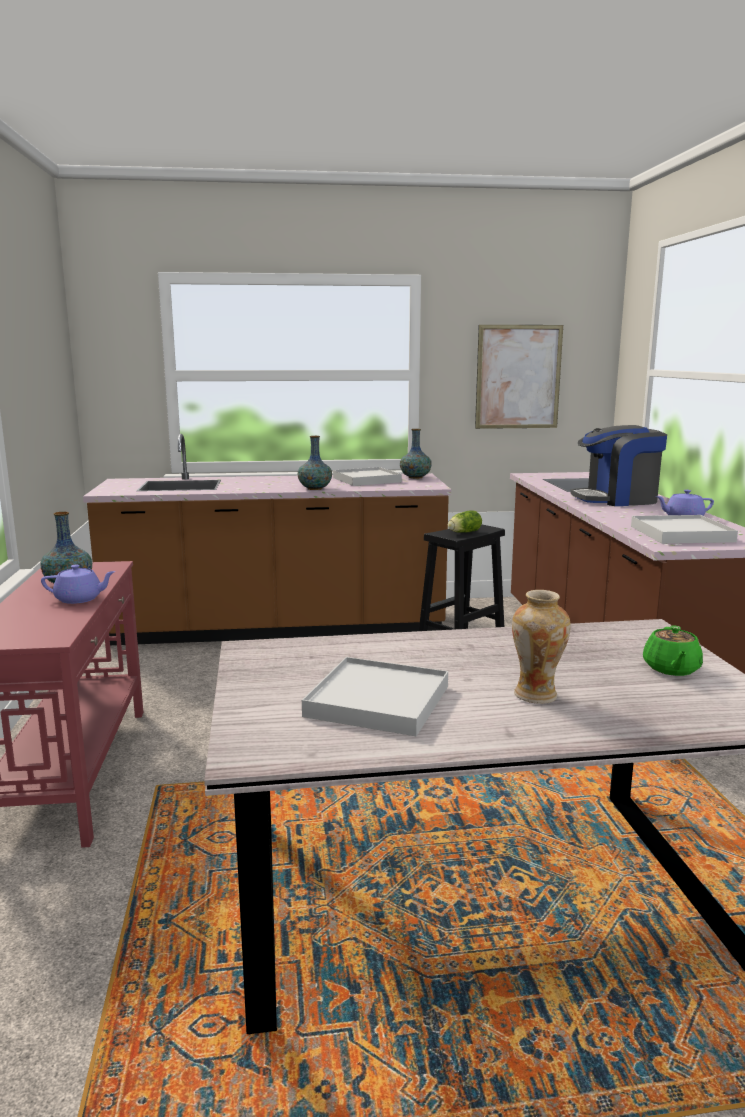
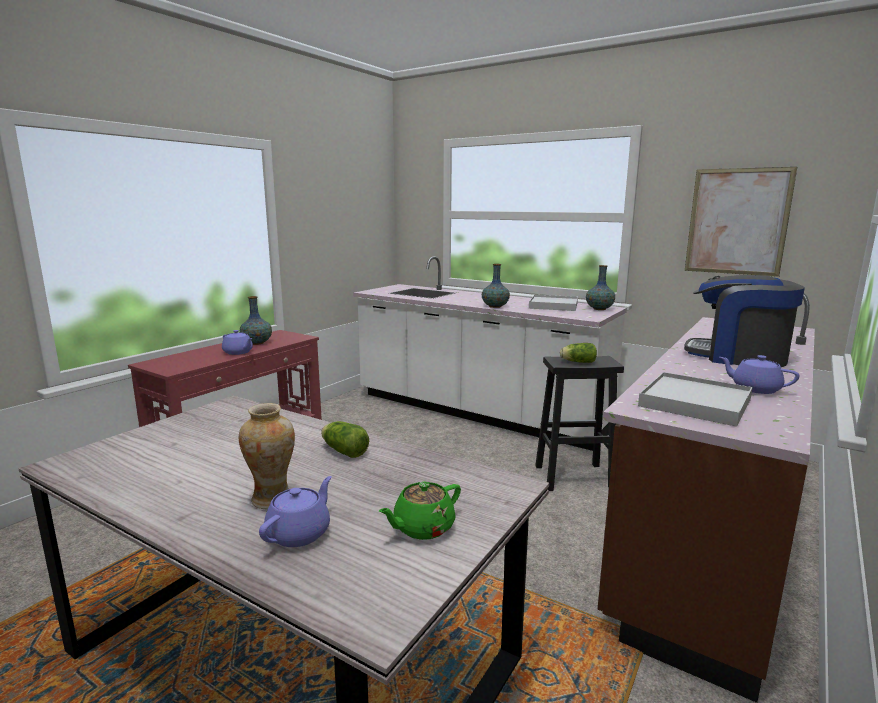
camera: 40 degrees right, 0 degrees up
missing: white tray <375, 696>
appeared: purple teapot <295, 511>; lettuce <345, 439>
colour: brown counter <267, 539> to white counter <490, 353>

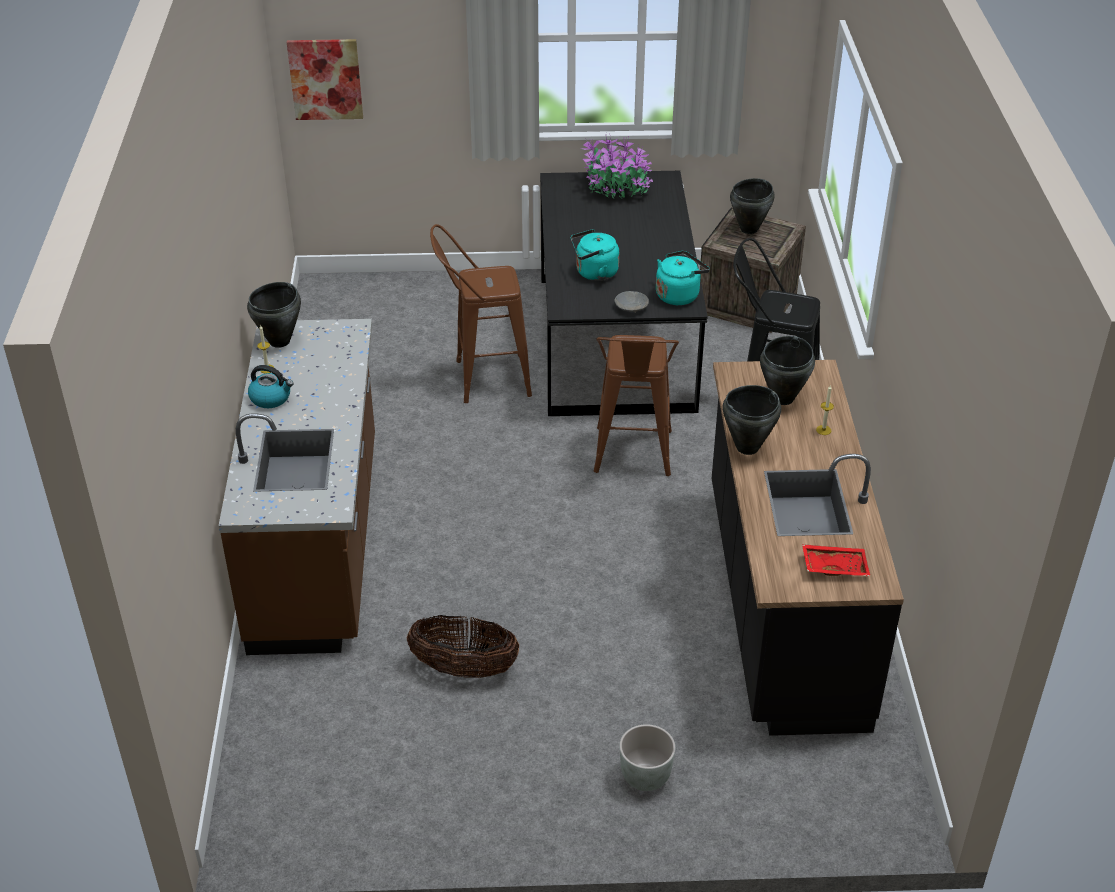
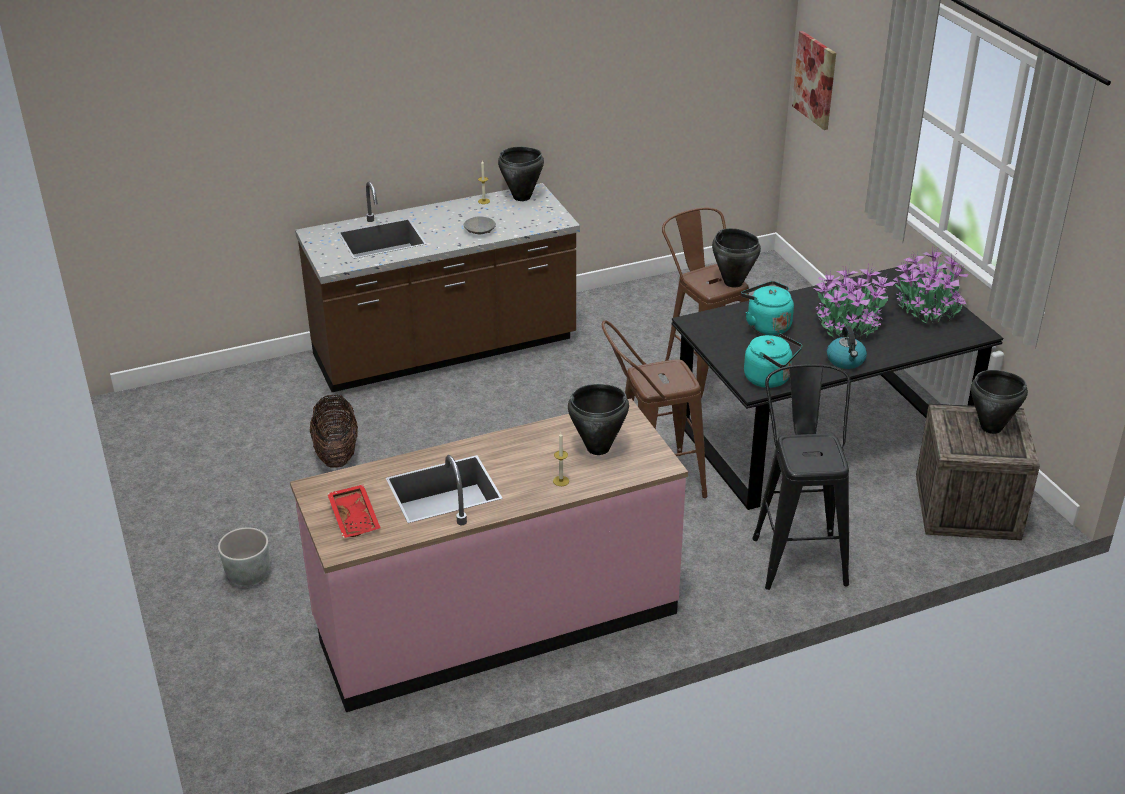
camera: 70 degrees right, 5 degrees down
appeared: potted plant <854, 301>
relocated: grey bowl <631, 302> to <480, 225>; black cooking pot <751, 420> to <736, 257>; kettle <270, 386> to <847, 347>
colour: black counter <808, 548> to pink counter <489, 555>

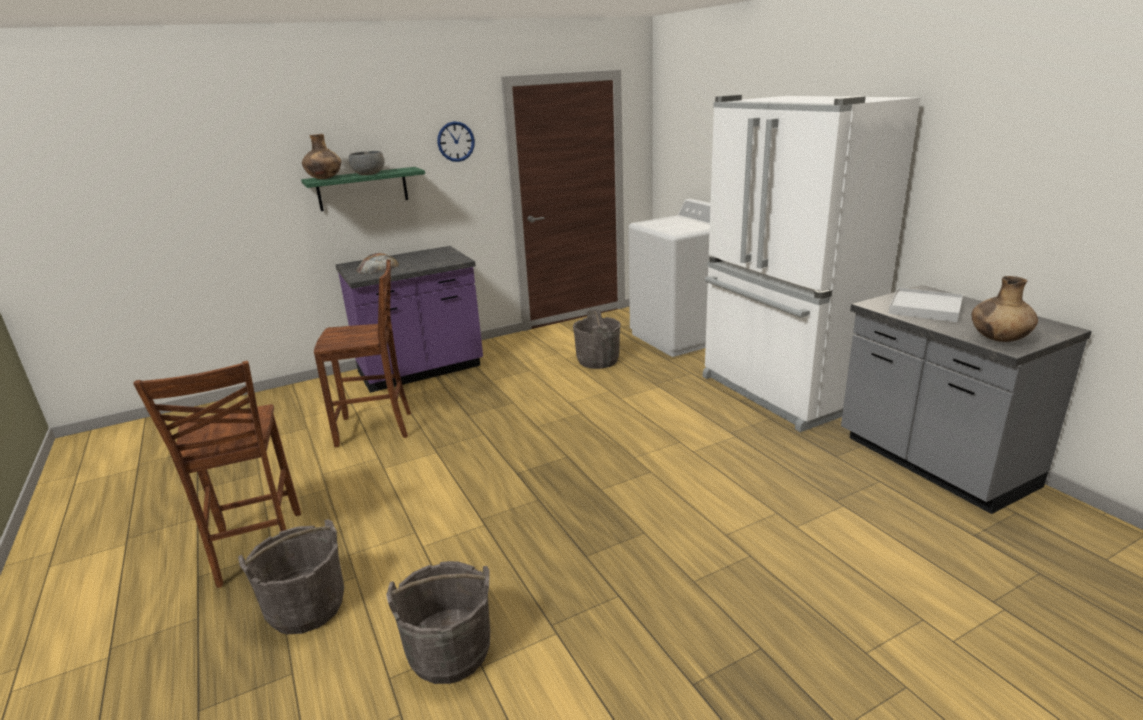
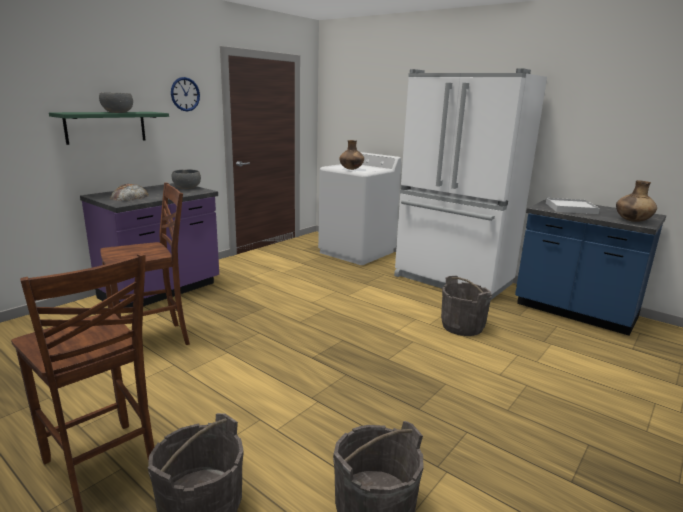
camera: 25 degrees left, 5 degrees down
appeared: grey bowl <186, 179>
relocated: brown vase <321, 156> to <351, 155>; grey bucket <597, 339> to <466, 306>
colour: grey counter <966, 399> to blue counter <590, 268>

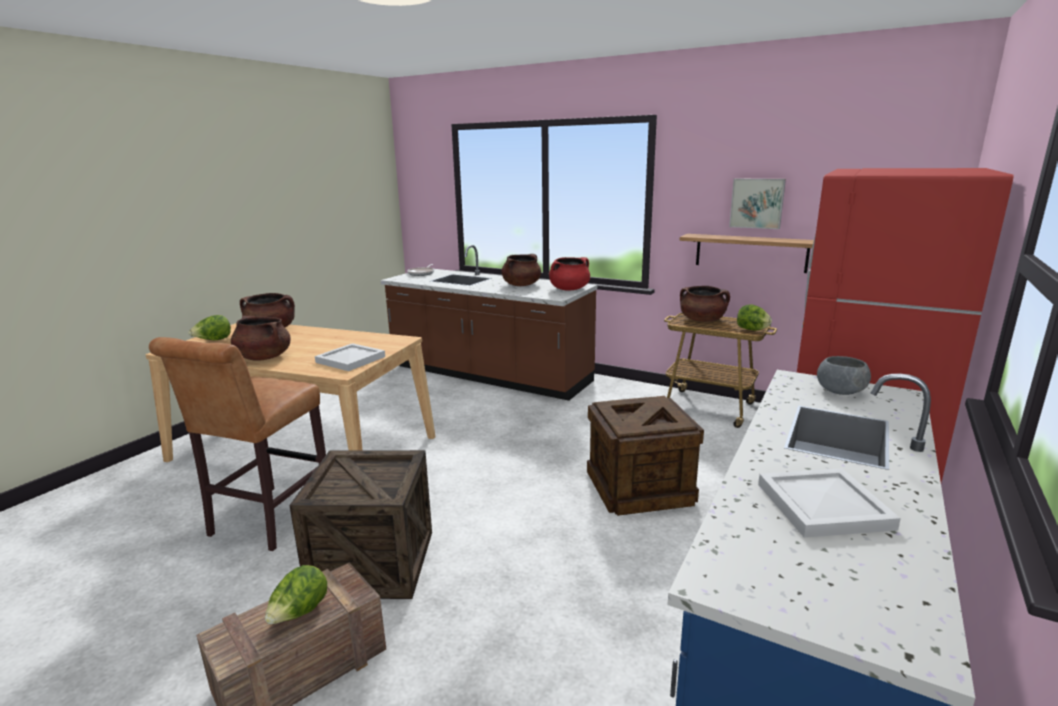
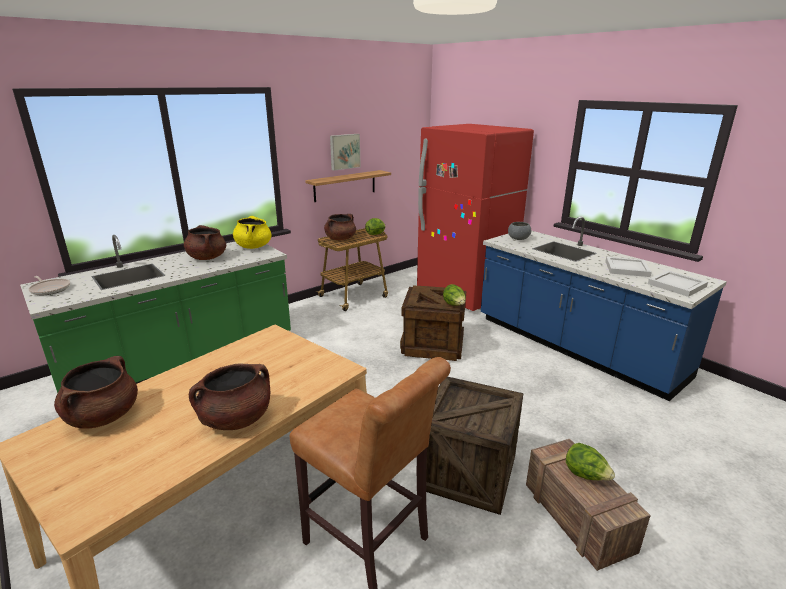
camera: 70 degrees left, 5 degrees up
relocated: lettuce <209, 327> to <454, 295>; white tray <350, 357> to <678, 284>
colour: brown counter <488, 323> to green counter <155, 314>; red cooking pot <569, 274> to yellow cooking pot <252, 232>

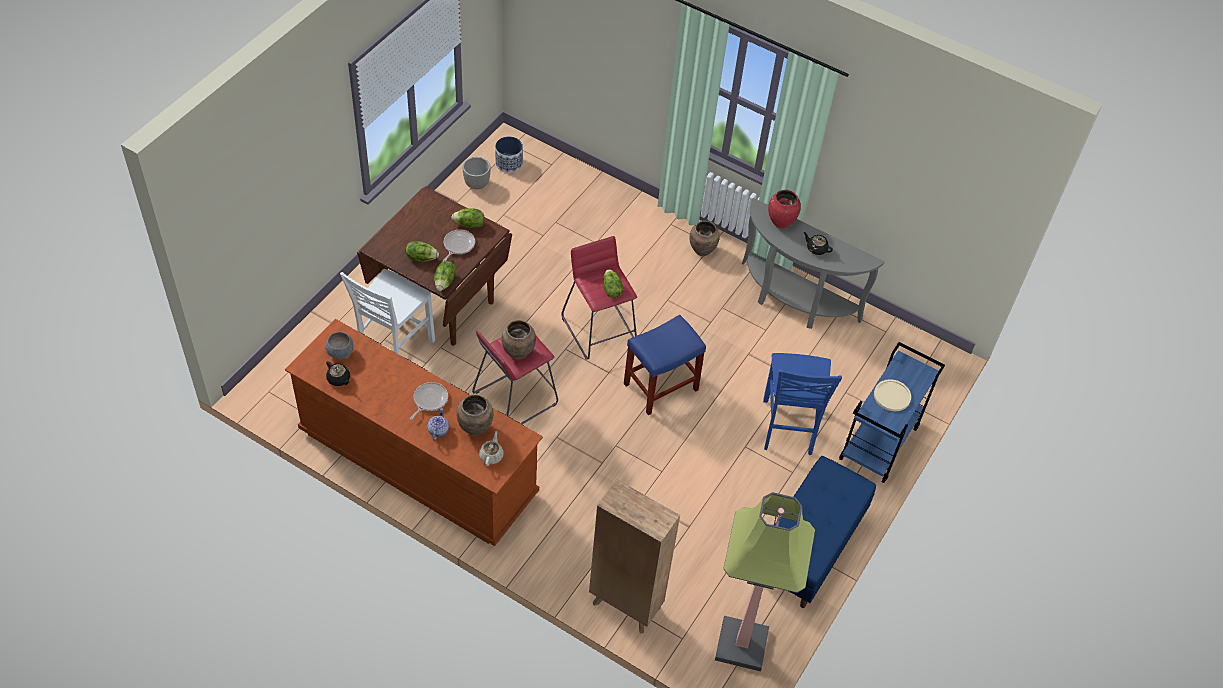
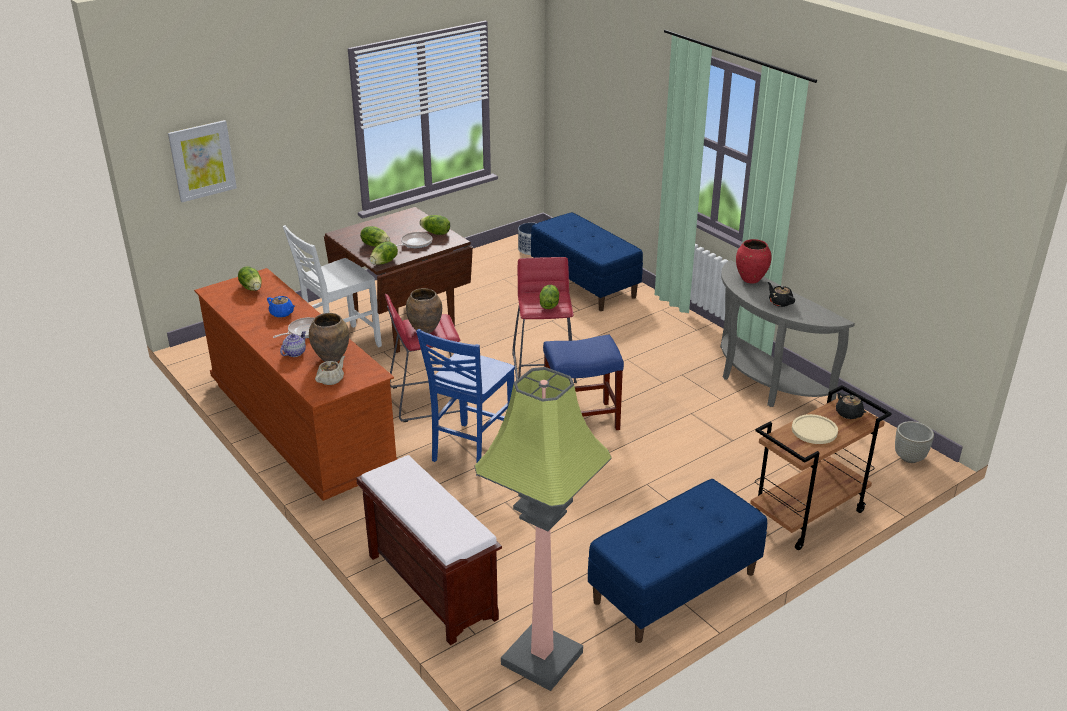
camera: 25 degrees right, 20 degrees down
missing: brown vase <704, 238>
appeared: picture <202, 161>; blue teapot <281, 307>; blue bench <587, 261>
relocated: blue chair <802, 404> to <465, 402>; black teapot <338, 373> to <851, 405>; grey planter <477, 173> to <914, 442>
exchanged: grey bowl <339, 345> to lettuce <250, 278>; brown bookcase <634, 557> to brown bench <429, 550>
colour: blue cart <892, 412> to brown cart <821, 467>

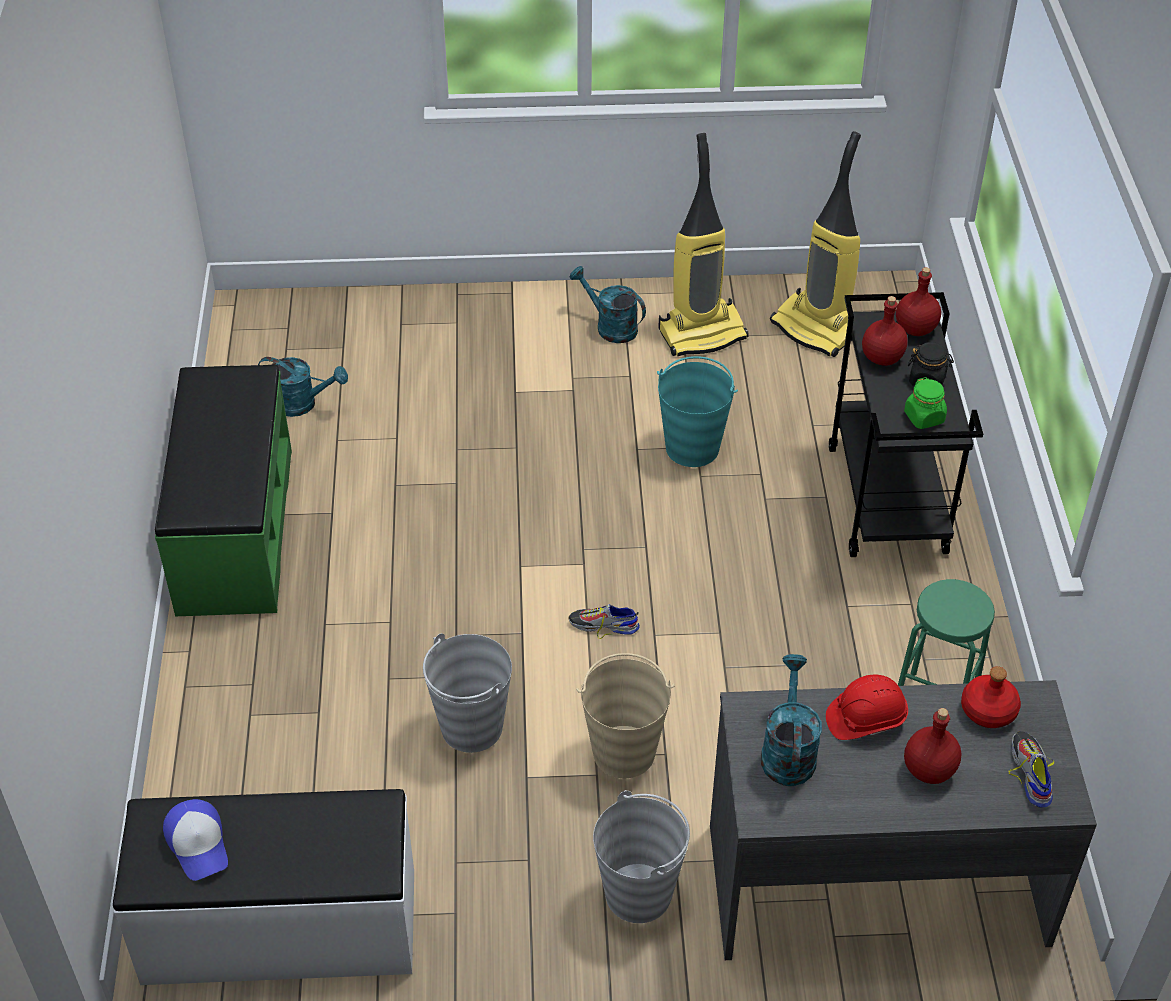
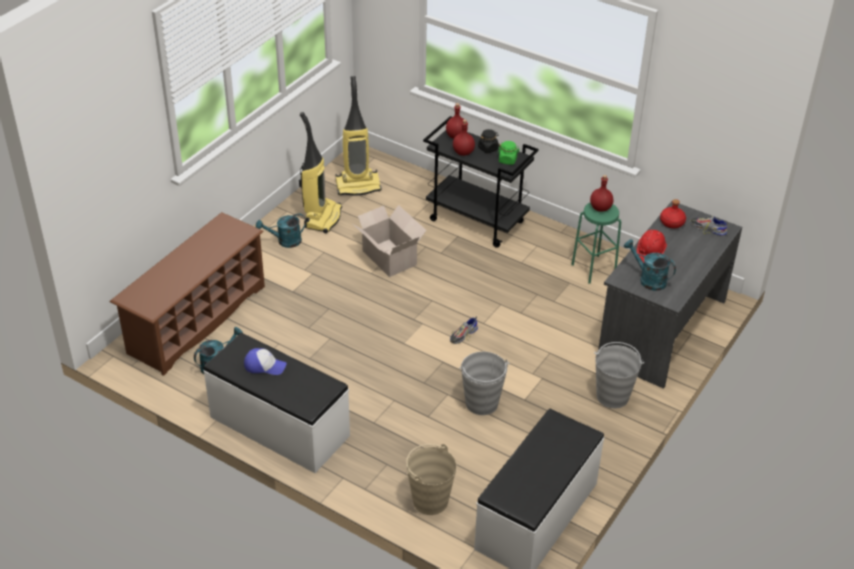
camera: 55 degrees left, 5 degrees down
appeared: brown shoe rack <187, 294>
relocated: cap <195, 840> to <265, 361>; beige bucket <625, 715> to <431, 479>; red bottle <933, 746> to <601, 193>
exchanged: turquoise bucket <697, 411> to cardboard box <389, 241>
colour: green bench <223, 490> to white bench <277, 403>

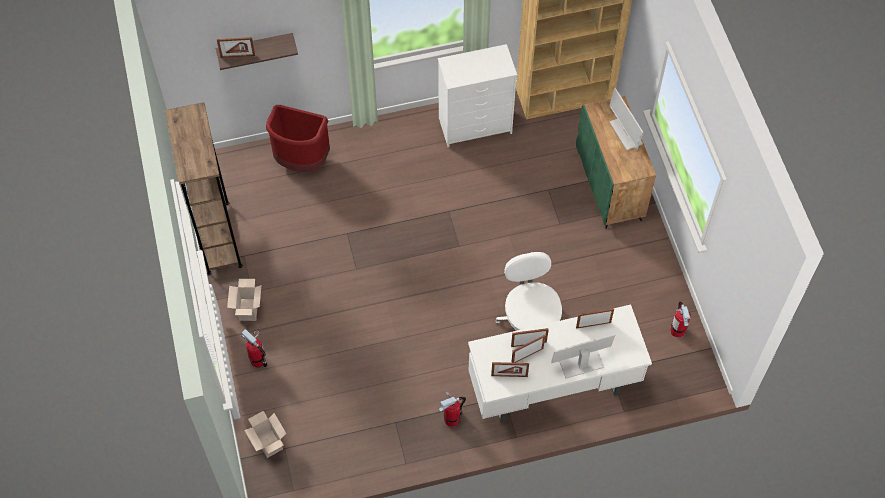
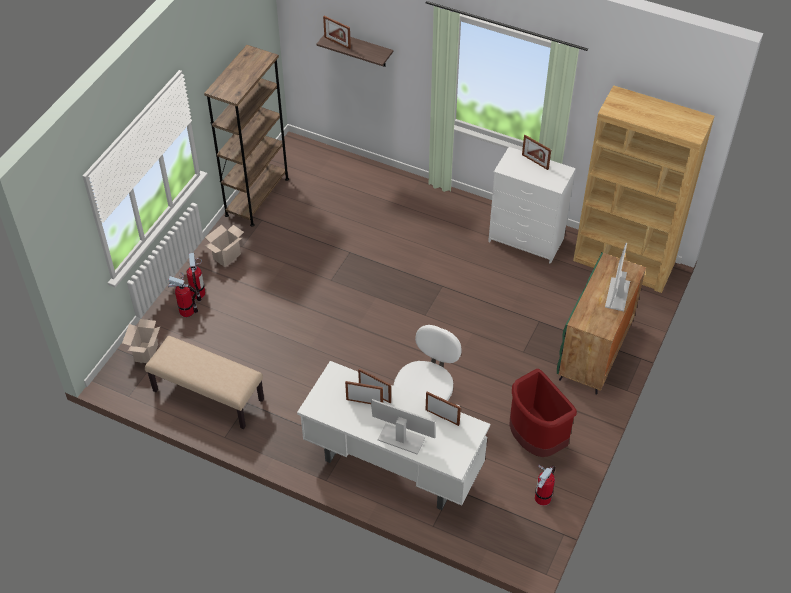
camera: 40 degrees right, 10 degrees down
appeared: beige bench <204, 382>
relocated: fire extinguisher <452, 409> to <183, 295>; red trash can <298, 138> to <543, 413>; picture frame <510, 369> to <536, 152>

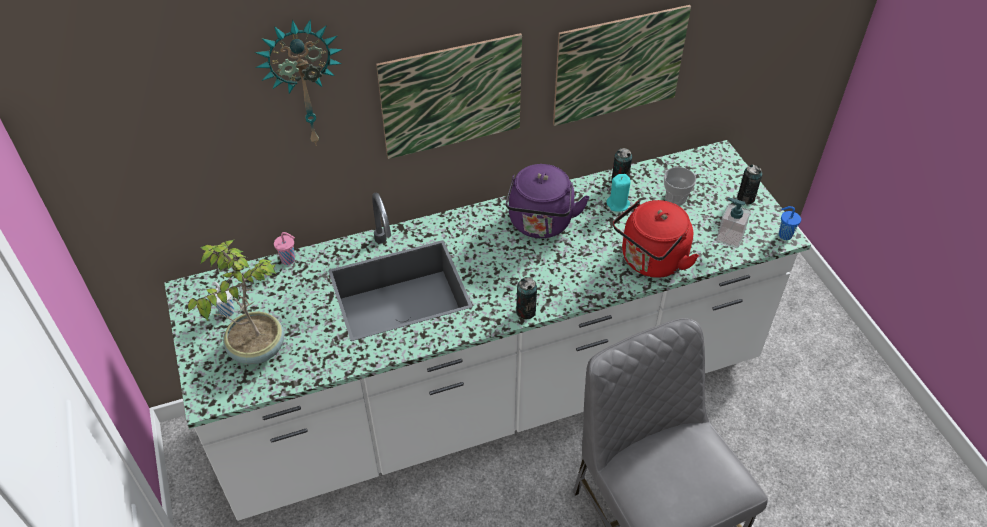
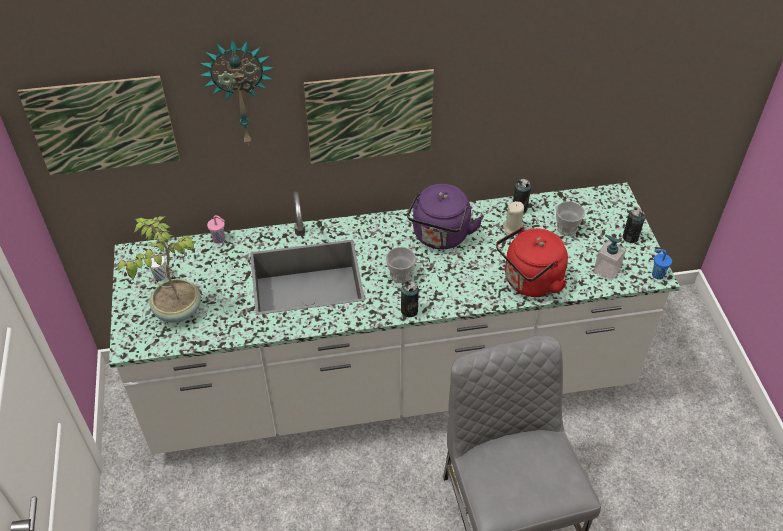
camera: 10 degrees right, 0 degrees up
appeared: cup <401, 265>
relocated: picture <622, 65> to <99, 125>
colour: turquoise candle <618, 193> to beige candle <513, 218>

